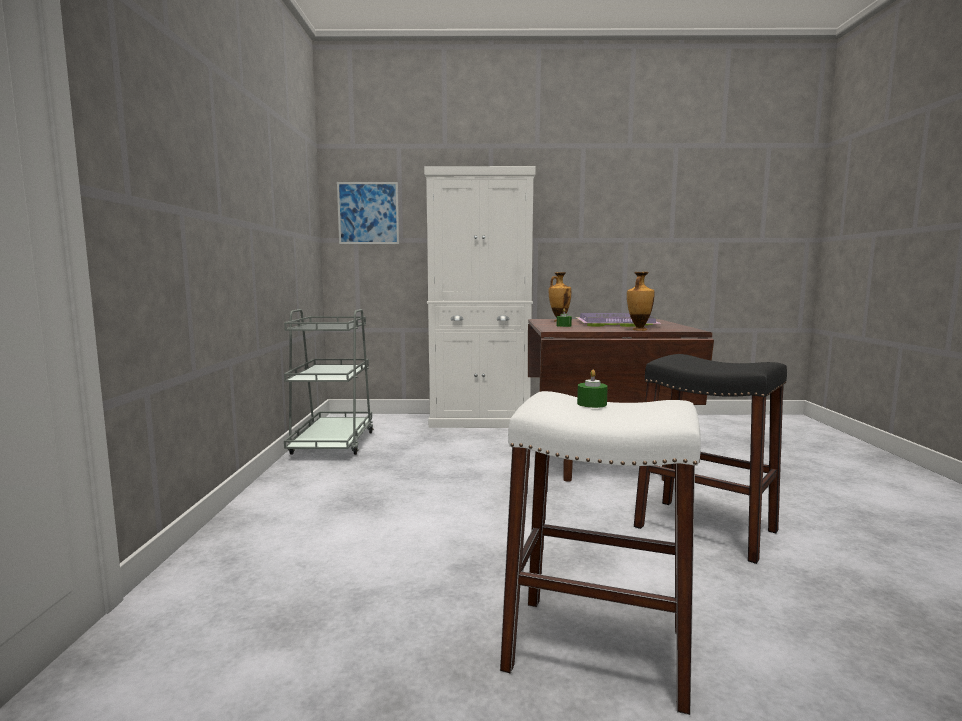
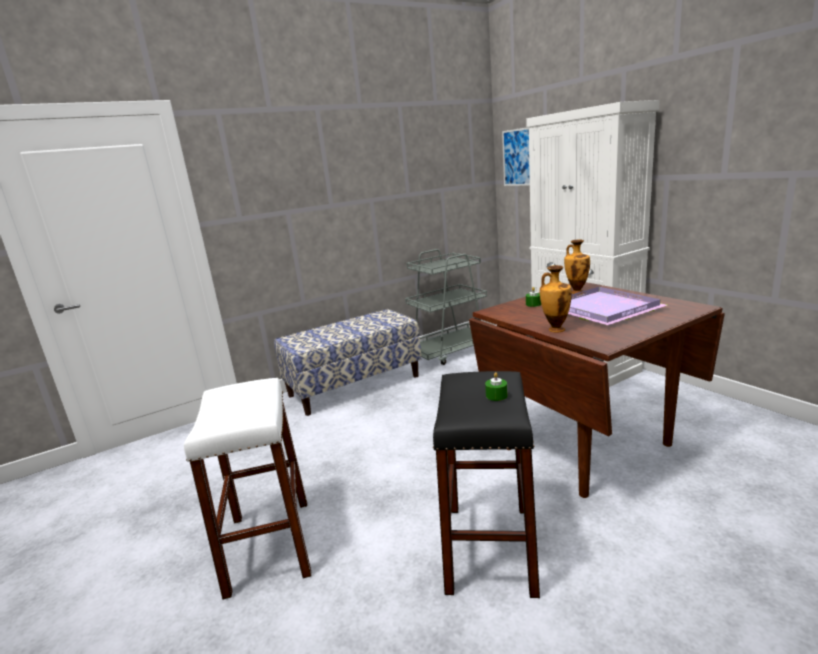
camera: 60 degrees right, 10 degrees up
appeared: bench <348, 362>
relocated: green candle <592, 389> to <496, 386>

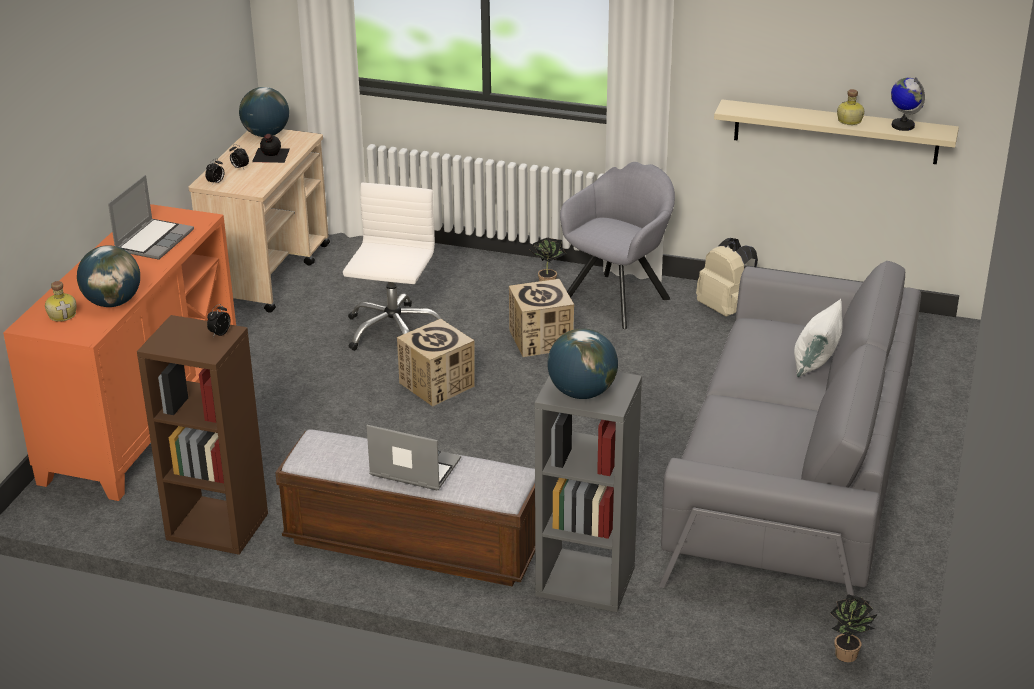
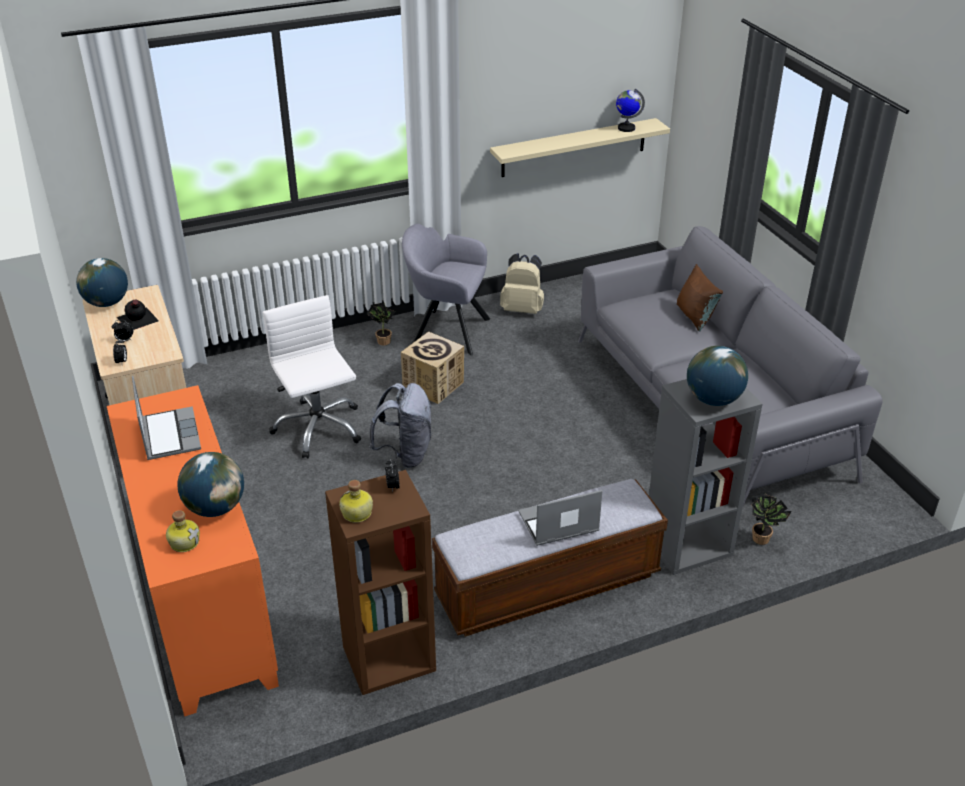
camera: 40 degrees left, 5 degrees up
relocated: bottle <850, 107> to <356, 501>; potted plant <854, 628> to <772, 519>
exchanged: cardboard box <436, 363> to grey backpack <400, 425>
colour: white pillow <818, 338> to brown pillow <700, 298>
spun: grey armchair <617, 245> = <446, 289> 75 degrees counterclockwise

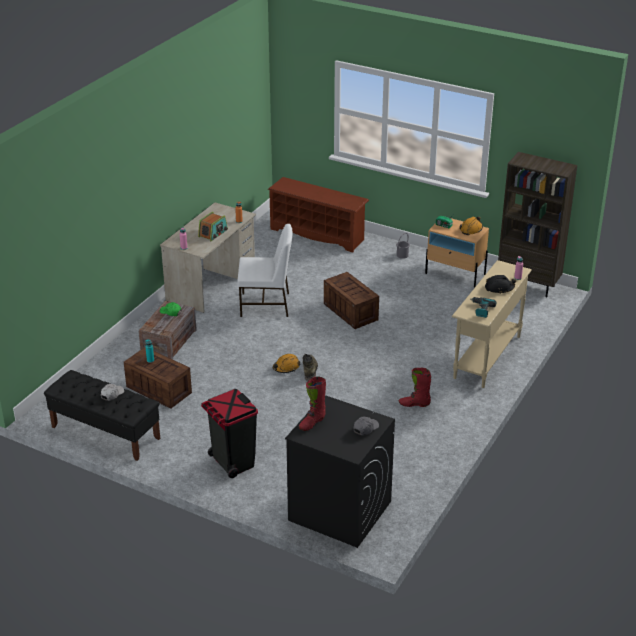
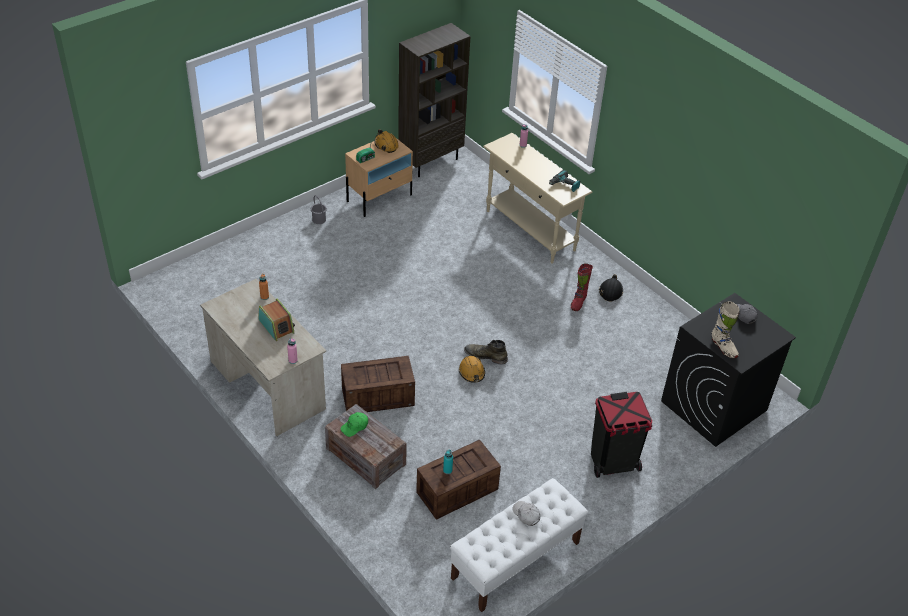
camera: 70 degrees left, 10 degrees up
missing: white chair <264, 270>; brown shoe rack <318, 215>
relocated: crate <351, 300> to <378, 384>; black hard hat <500, 284> to <611, 287>
colour: black bench <102, 415> to white bench <519, 545>; red boot <312, 403> to beige boot <726, 329>

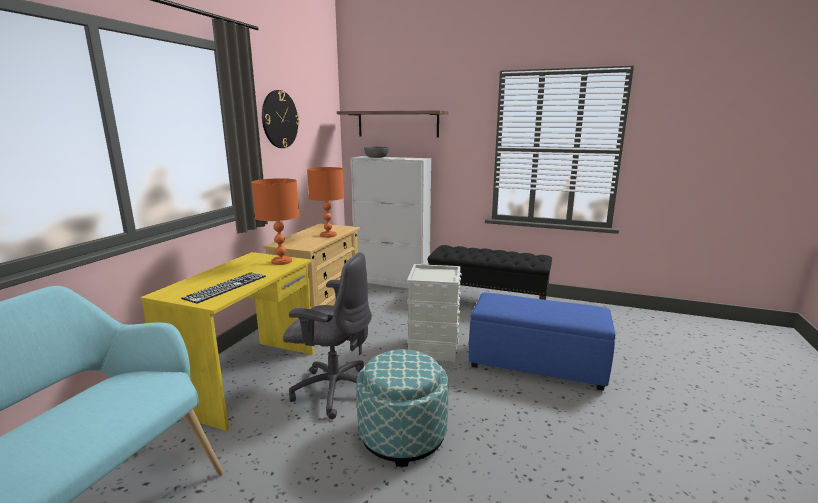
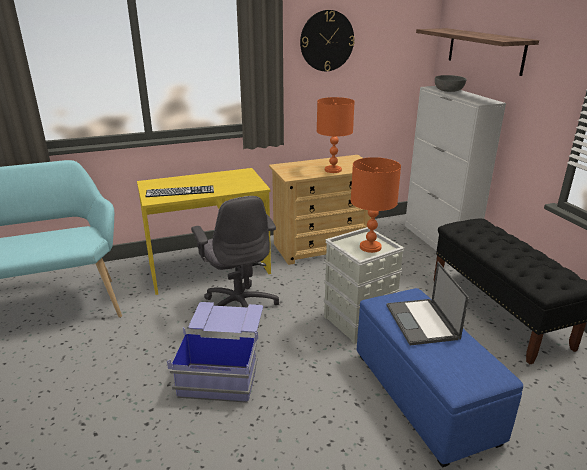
camera: 50 degrees right, 10 degrees up
appeared: laptop <428, 303>
relocated: orange table lamp <275, 221> to <376, 205>
exchanged: ottoman <402, 408> to blue storage box <215, 352>

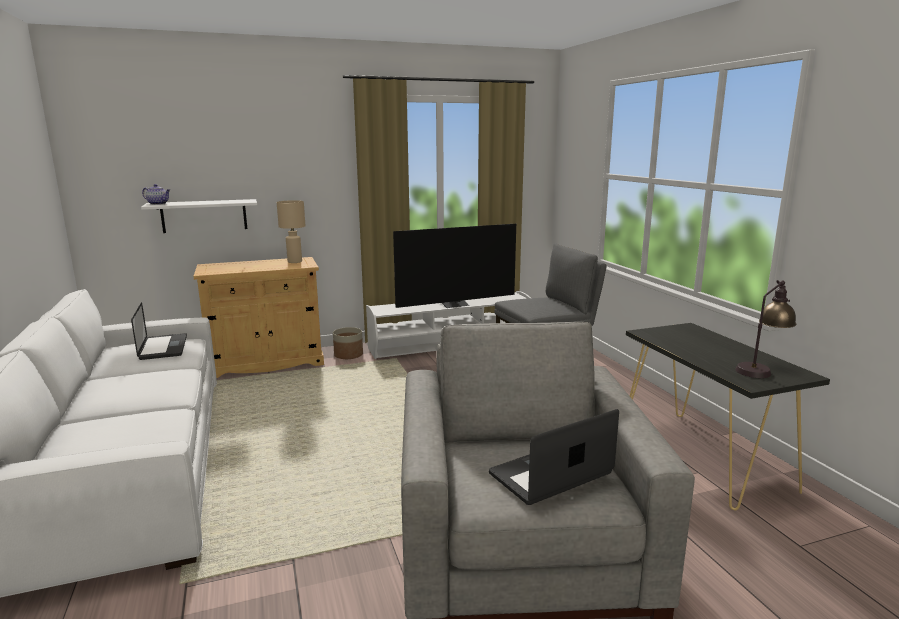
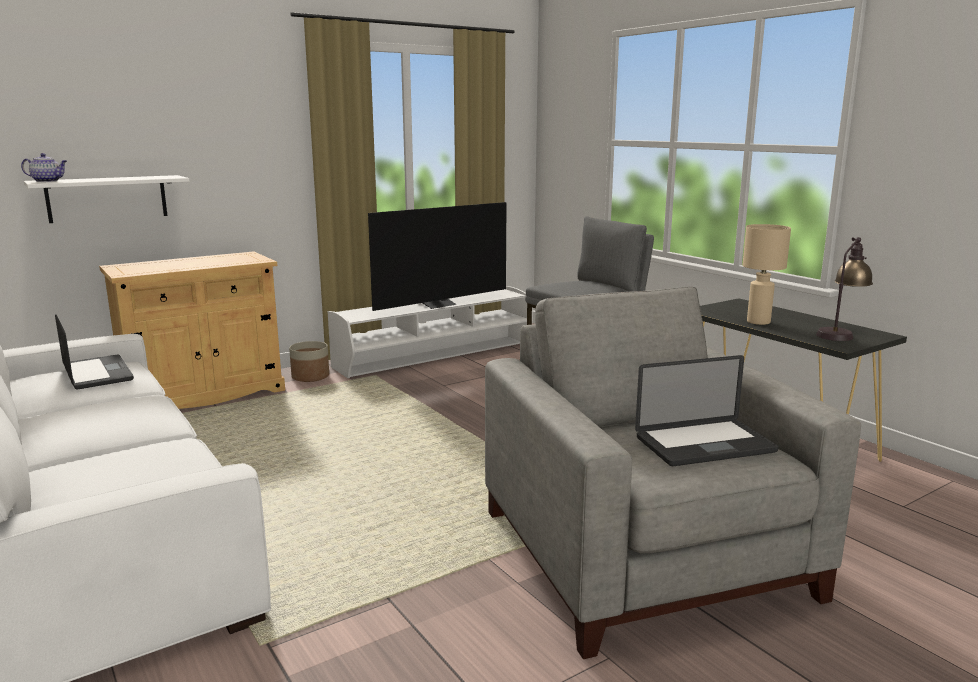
camera: 15 degrees left, 0 degrees up
relocated: beige table lamp <291, 231> to <767, 274>
spun: laptop <554, 457> = <707, 410> 150 degrees counterclockwise

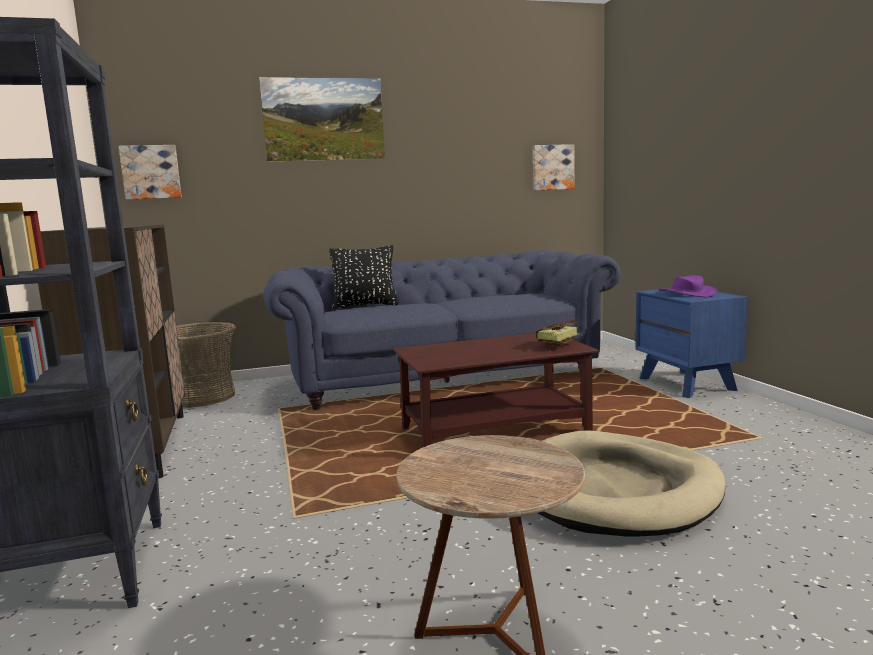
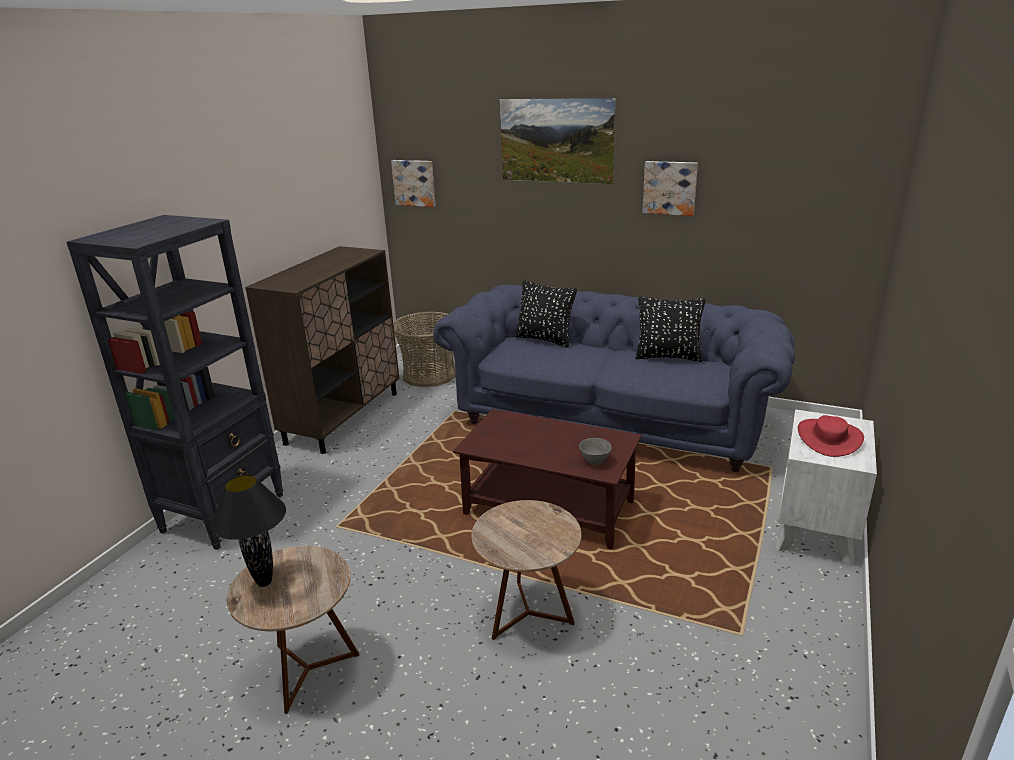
camera: 40 degrees right, 15 degrees up
appeared: black table lamp <248, 531>; black pillow <670, 329>
relocated: picture <554, 167> to <670, 188>
exchanged: beige dog bed <631, 483> to brown side table <526, 570>; book <557, 336> to grey bowl <595, 451>
colour: blue nightstand <691, 343> to white nightstand <826, 488>; purple hat <688, 286> to red hat <831, 436>

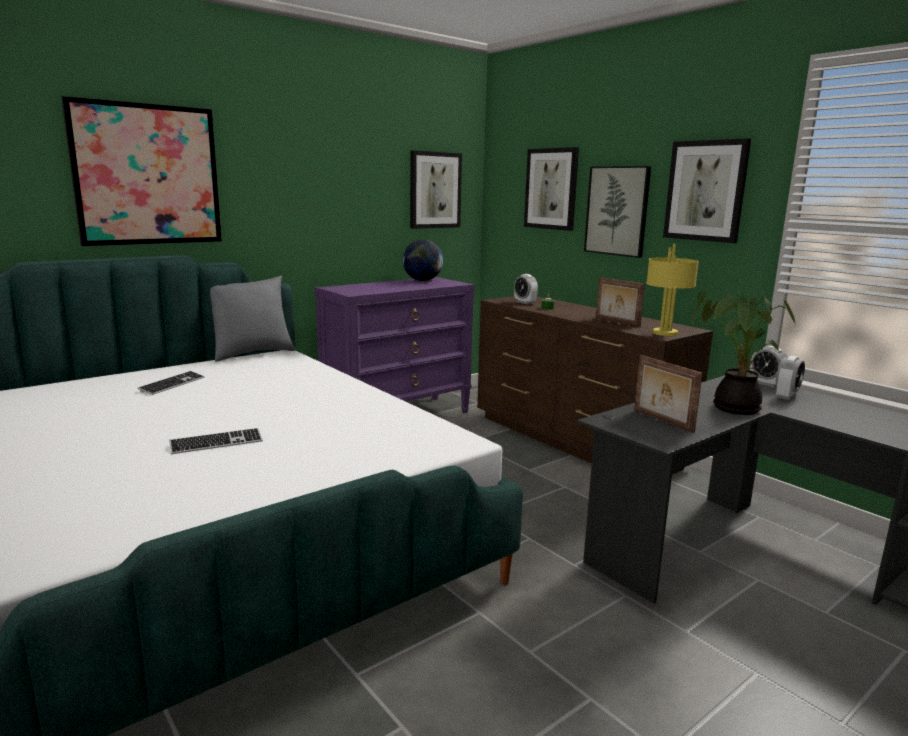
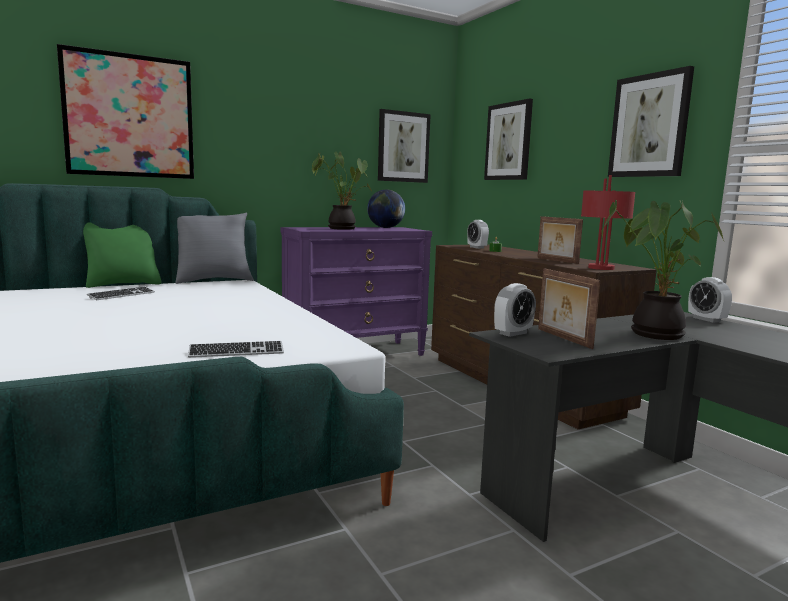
camera: 10 degrees right, 5 degrees down
missing: picture <617, 212>
appeared: green pillow <122, 255>; potted plant <342, 191>
relocated: keyboard <216, 441> to <236, 349>; alarm clock <790, 378> to <515, 310>
colour: yellow table lamp <672, 290> to red table lamp <608, 222>

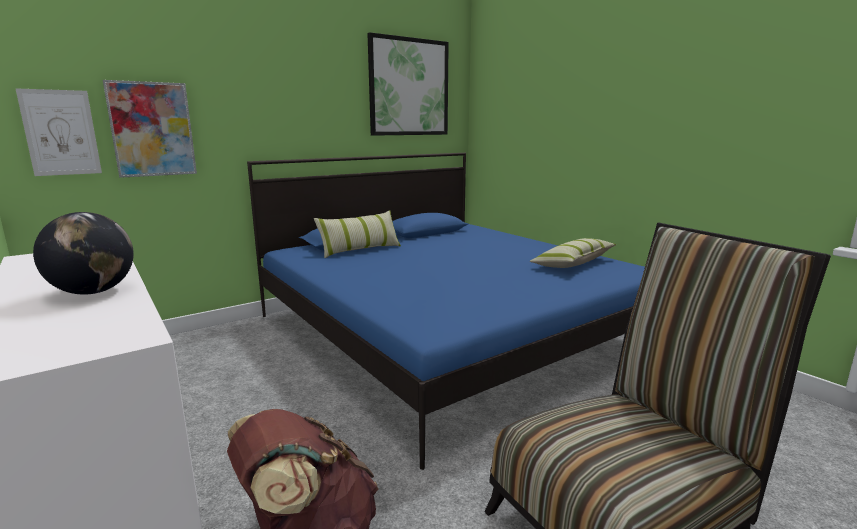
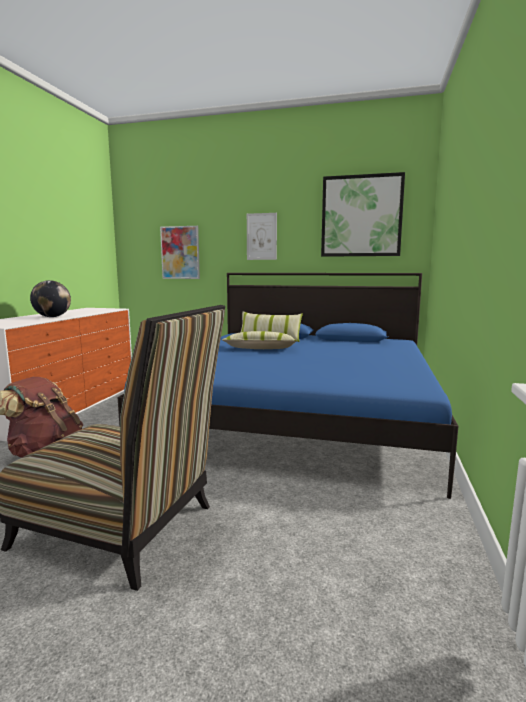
camera: 50 degrees right, 5 degrees down
relocated: pillow <572, 253> to <259, 340>; picture <58, 132> to <262, 236>

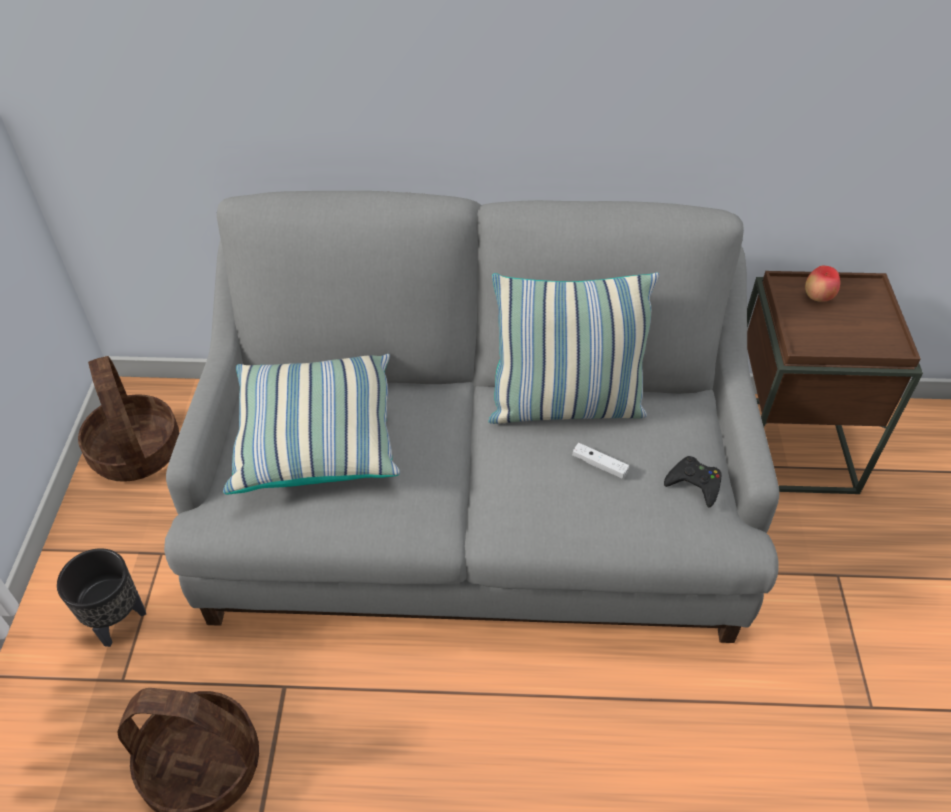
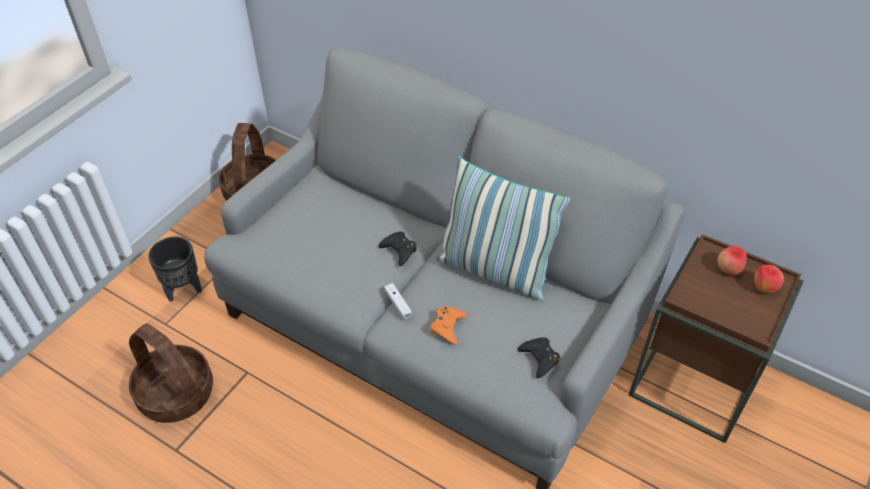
camera: 30 degrees right, 0 degrees up
missing: pillow <311, 424>
appeared: black game controller <397, 249>; orange game controller <449, 325>; apple <769, 279>
relocated: white game controller <600, 461> to <398, 301>

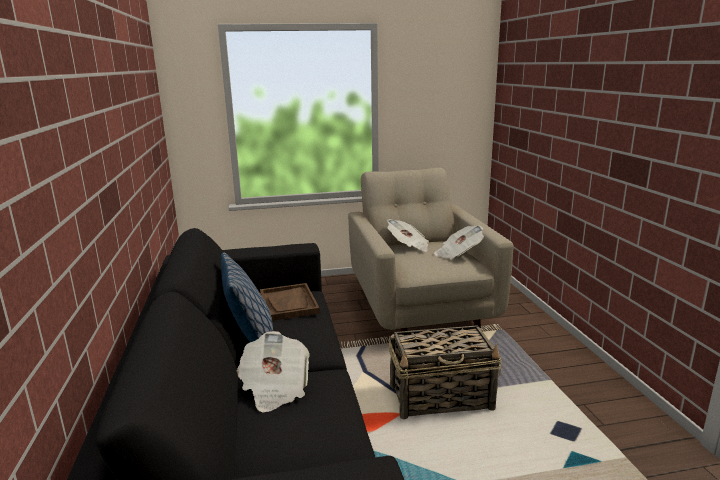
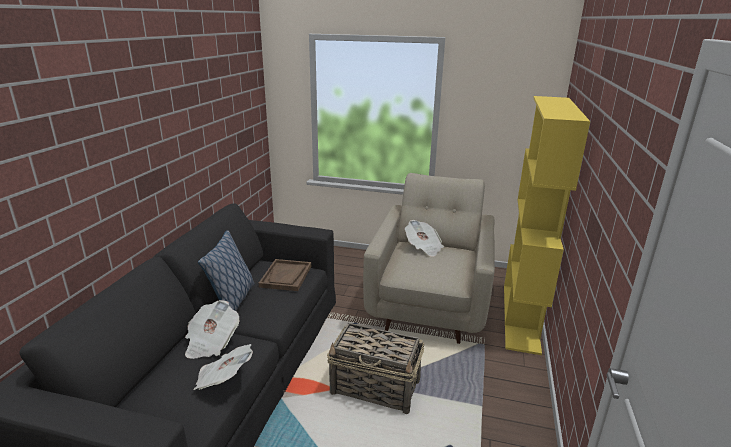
camera: 25 degrees right, 5 degrees up
appeared: yellow bookcase <547, 225>
relocated: newspaper <459, 242> to <223, 367>

